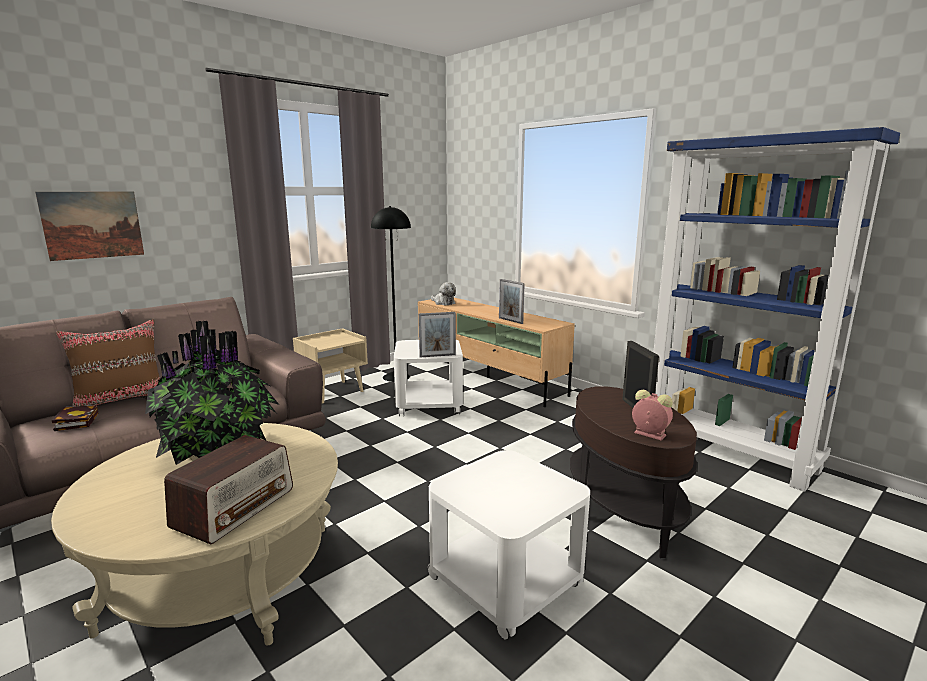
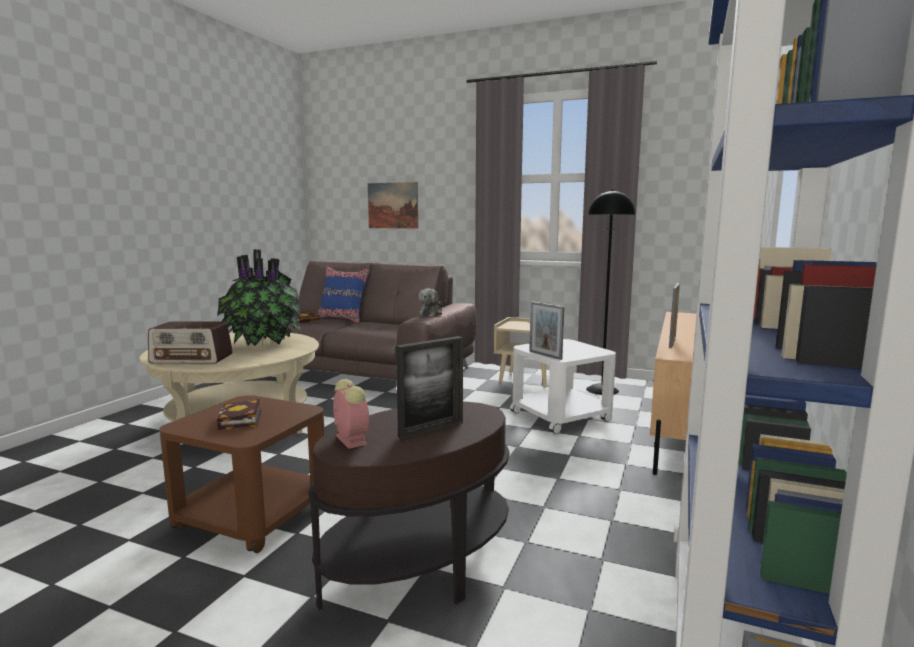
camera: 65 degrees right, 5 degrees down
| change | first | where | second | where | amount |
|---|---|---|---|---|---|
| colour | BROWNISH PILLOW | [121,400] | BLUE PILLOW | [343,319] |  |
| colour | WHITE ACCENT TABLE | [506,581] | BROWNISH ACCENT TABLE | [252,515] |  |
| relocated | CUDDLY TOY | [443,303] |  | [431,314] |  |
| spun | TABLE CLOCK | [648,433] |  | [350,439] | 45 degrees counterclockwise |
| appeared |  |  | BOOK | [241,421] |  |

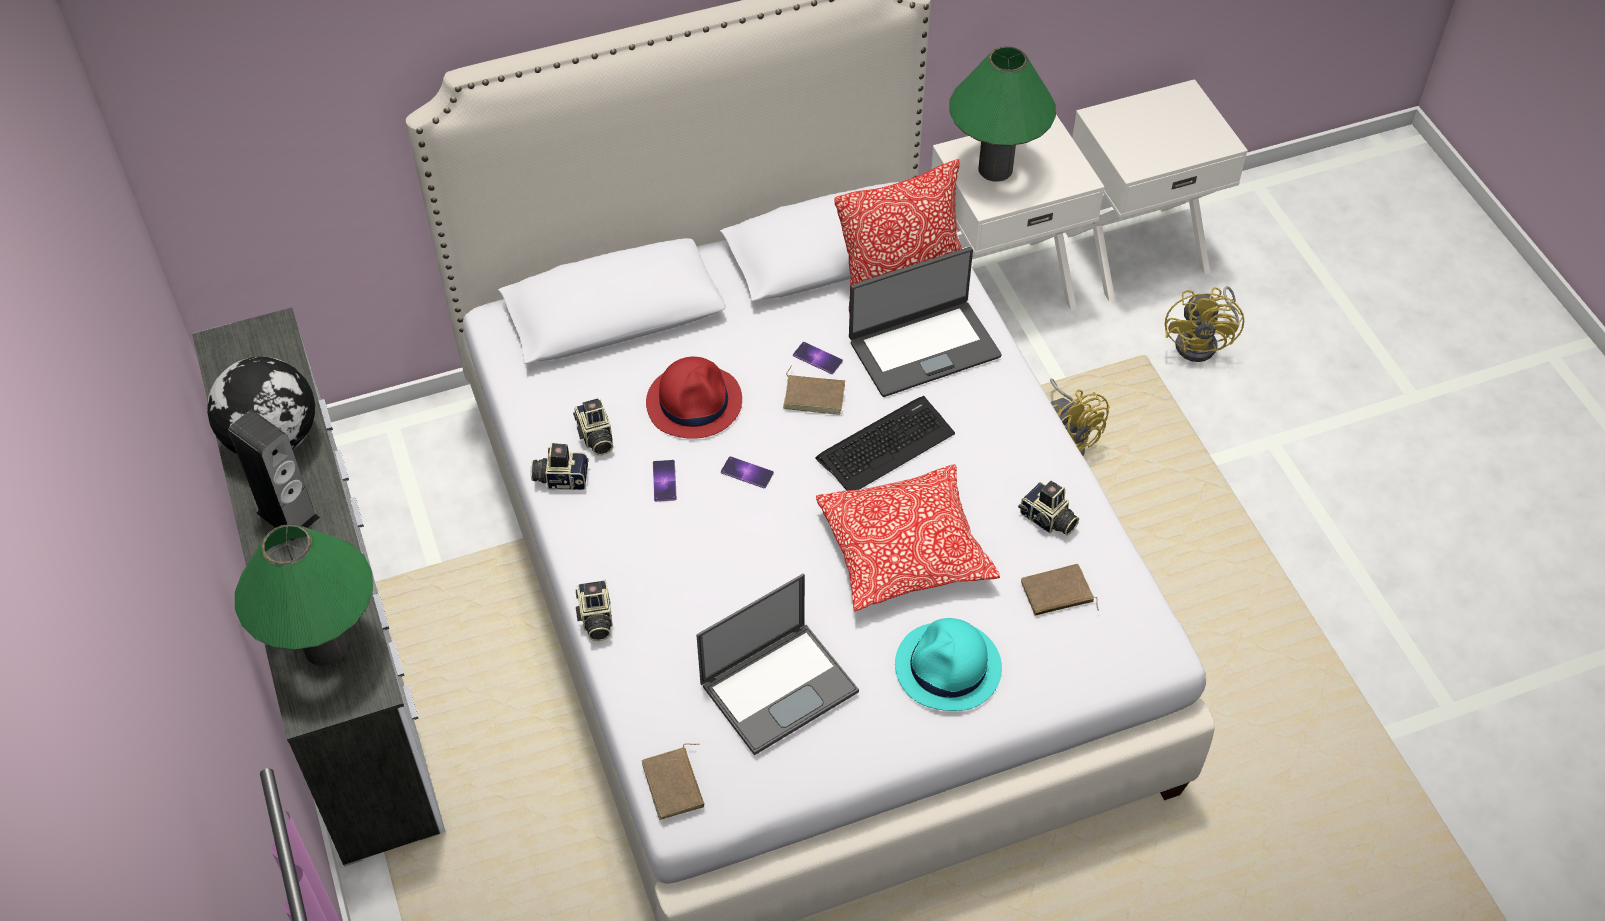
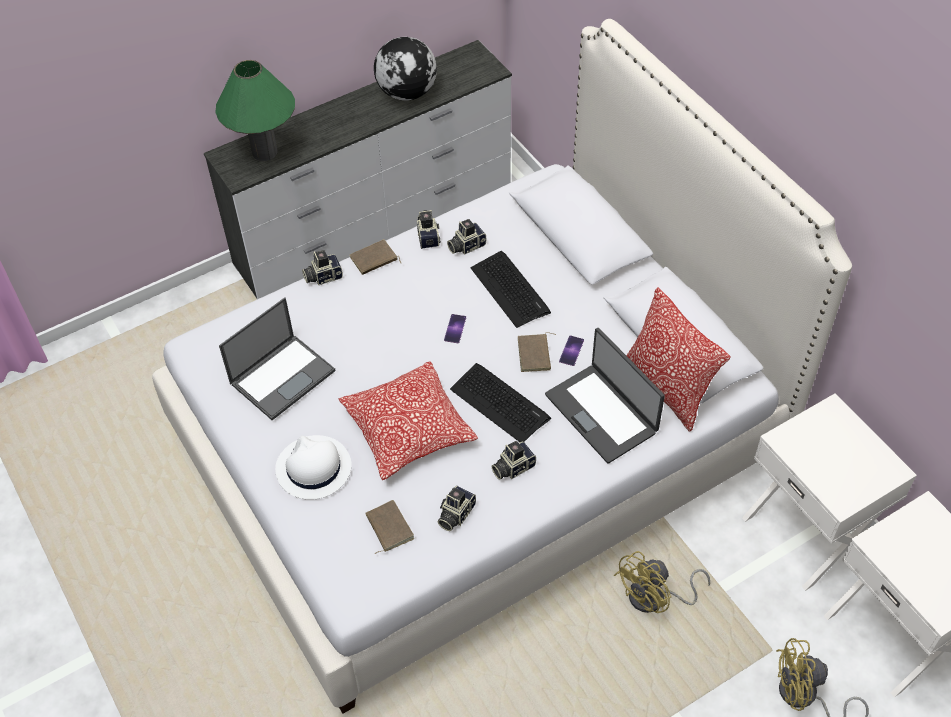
camera: 80 degrees right, 0 degrees up
| change | first | where | second | where | amount |
|---|---|---|---|---|---|
| missing | AUDIO SPEAKER | [288,515] |  |  |  |
| relocated | BROWNISH BOOK | [675,785] |  | [374,260] |  |
| exchanged | REDDISH WEARABLE HAT | [694,402] | COMPUTER KEYBOARD | [510,290] |  |
| missing | PHONE | [664,481] |  |  |  |
| spun | NOTEBOOK COMPUTER | [780,686] |  | [283,376] | 90 degrees counterclockwise |
| colour | BLUE-GREEN WEARABLE HAT | [948,668] | WHITE WEARABLE HAT | [313,468] |  |
| missing | GREEN-COLOURED LAMP FOR A TABLE | [995,169] |  |  |  |
| appeared |  |  | STILL CAMERA | [512,467] |  |

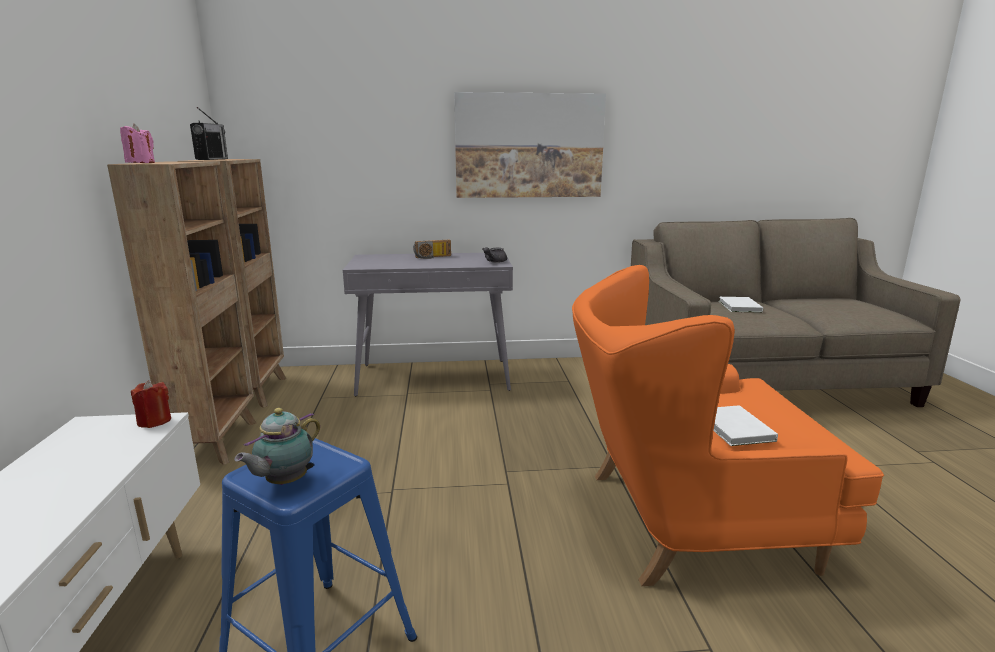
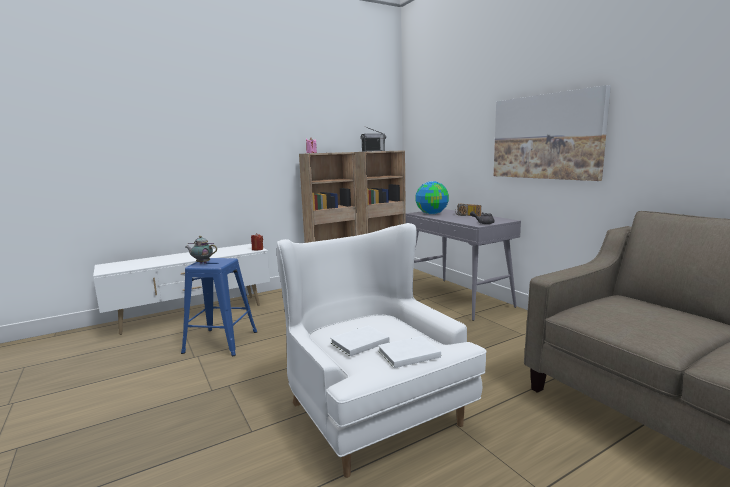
camera: 65 degrees right, 5 degrees down
| change | first | where | second | where | amount |
|---|---|---|---|---|---|
| colour | ORANGE EASY CHAIR | [688,519] | WHITE EASY CHAIR | [371,410] |  |
| relocated | WHITE BOOK | [739,307] |  | [407,354] |  |
| appeared |  |  | GLOBE | [432,213] |  |

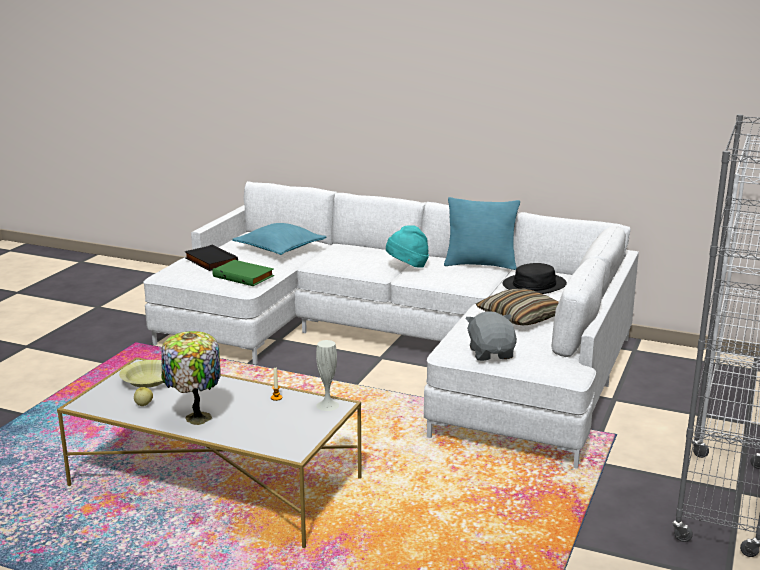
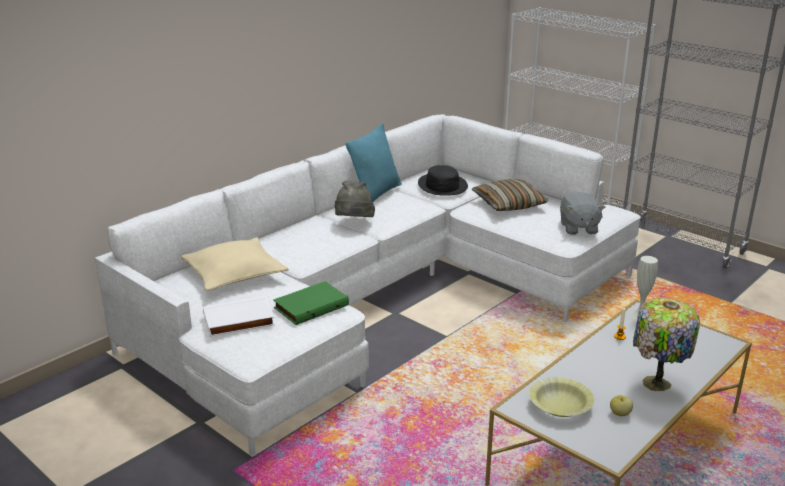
camera: 70 degrees left, 5 degrees up
| change | first | where | second | where | amount |
|---|---|---|---|---|---|
| colour | BLACKISH BOOK | [210,261] | WHITE BOOK | [238,321] |  |
| colour | BLUE-GREEN PILLOW | [280,248] | BEIGE-COLOURED PILLOW | [234,274] |  |
| colour | BLUE-GREEN WEARABLE HAT | [407,266] | GRAY WEARABLE HAT | [354,222] |  |
| spun | GRAY CUDDLY TOY | [491,353] |  | [578,228] | 105 degrees counterclockwise |

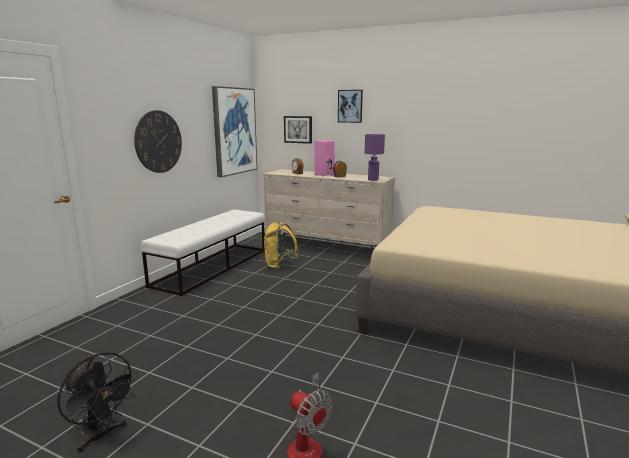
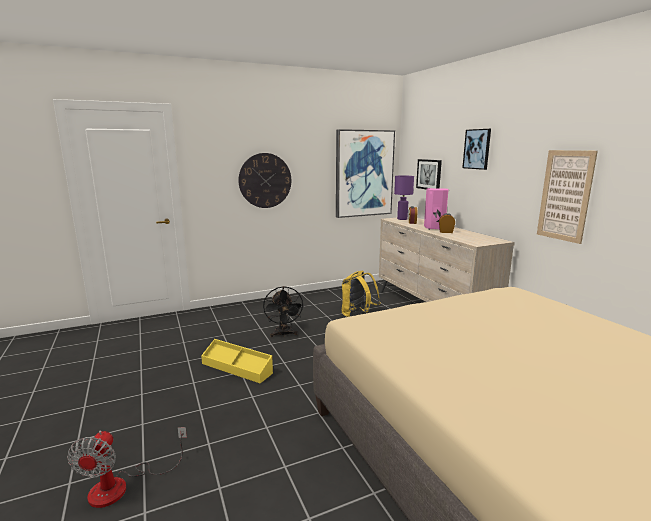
camera: 40 degrees right, 0 degrees up
| change | first | where | second | where | amount |
|---|---|---|---|---|---|
| relocated | BLACKISH COOLING FAN | [101,436] |  | [283,334] |  |
| missing | WHITE INDOOR BENCH | [212,267] |  |  |  |
| relocated | PURPLISH LAMP FOR A TABLE | [373,180] |  | [402,219] |  |
| appeared |  |  | YELLOW STORAGE BOX | [237,368] |  |
| appeared |  |  | PICTURE | [565,195] |  |

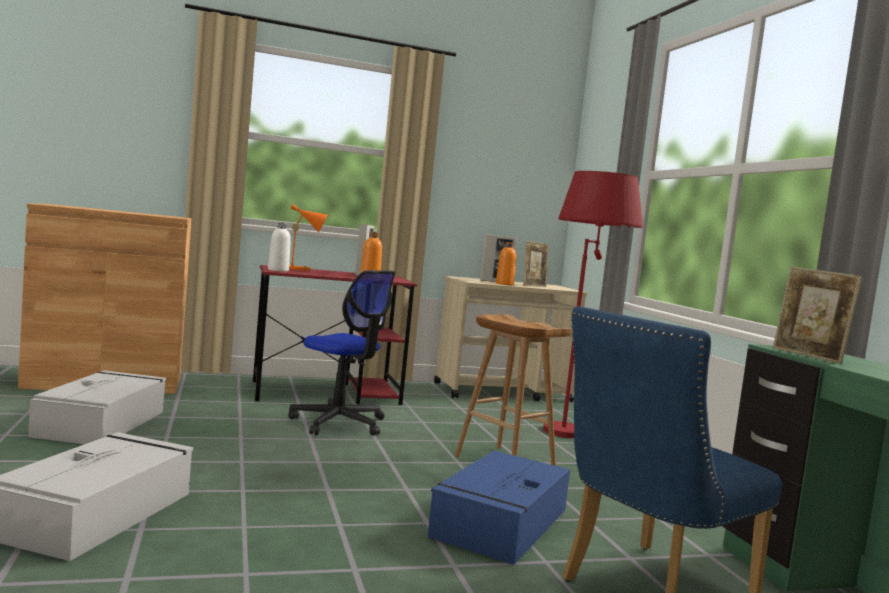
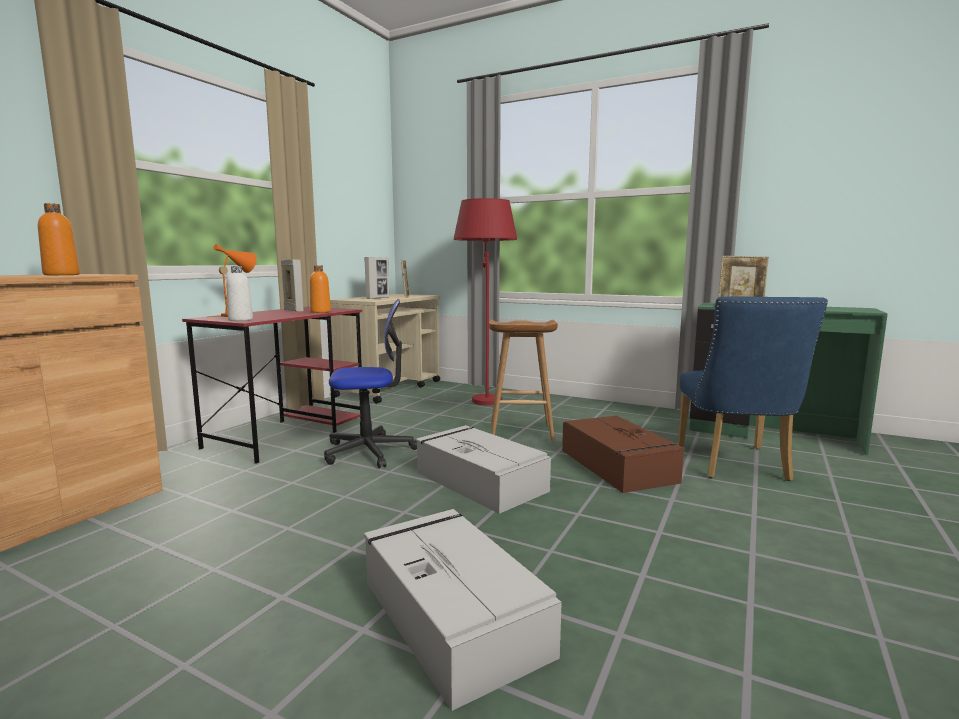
camera: 45 degrees left, 5 degrees up
| change | first | where | second | where | amount |
|---|---|---|---|---|---|
| relocated | GRAY STORAGE BOX | [102,423] |  | [479,481] |  |
| colour | BLUE STORAGE BOX | [500,523] | BROWNISH STORAGE BOX | [618,466] |  |
| relocated | ORANGE DRINK BOTTLE | [504,284] |  | [61,275] |  |

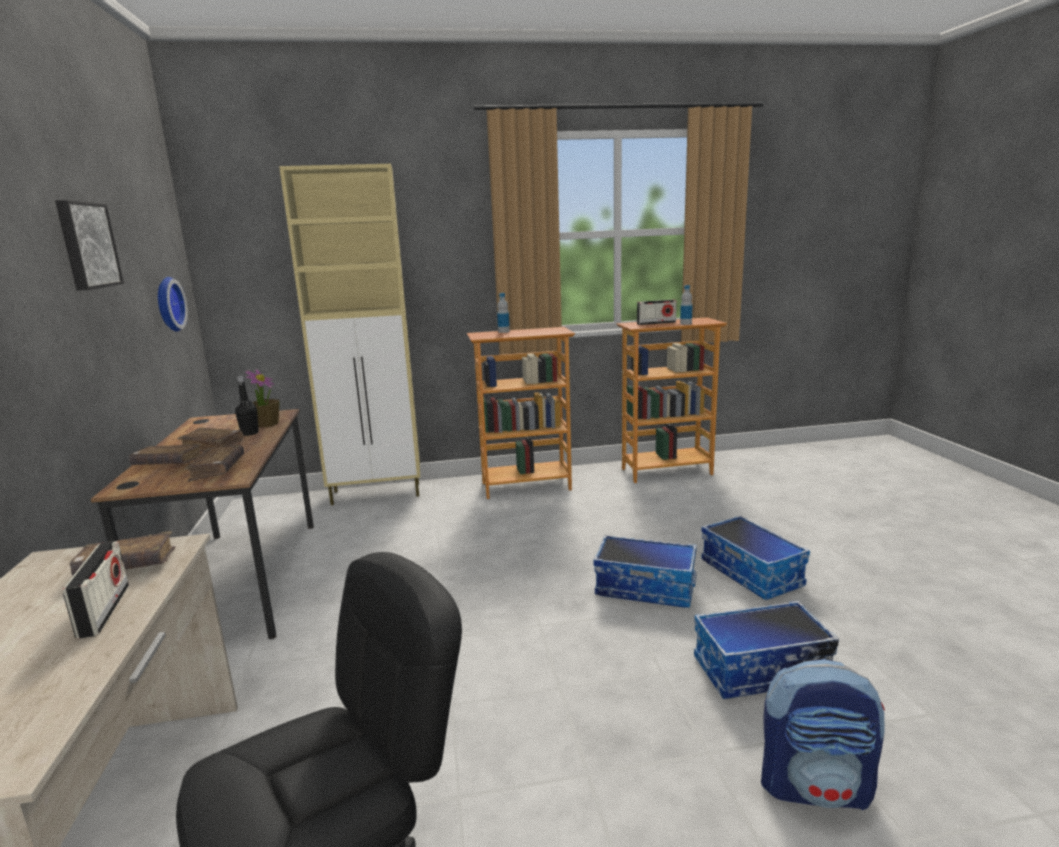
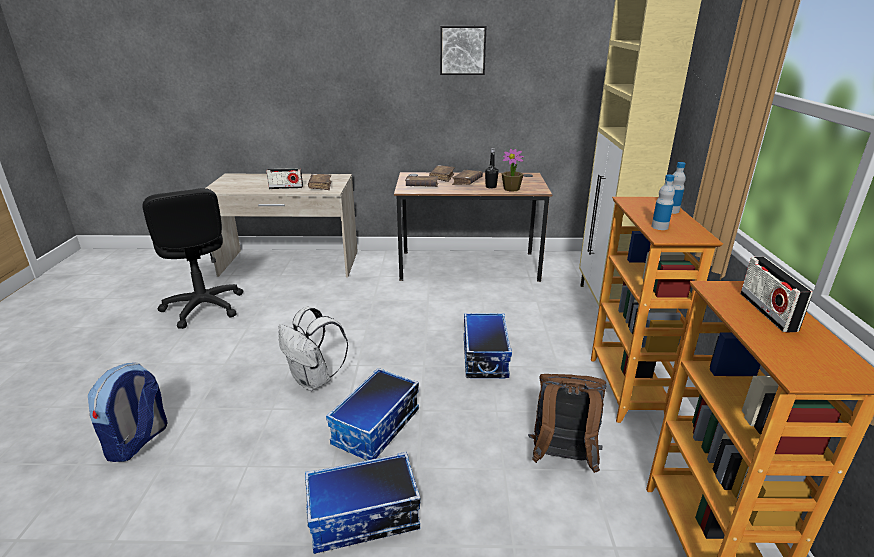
camera: 100 degrees right, 10 degrees up
| change | first | where | second | where | amount |
|---|---|---|---|---|---|
| missing | HANGING CLOCK | [167,304] |  |  |  |
| relocated | DRINK BOTTLE | [685,324] |  | [659,227] |  |
| relocated | STORAGE BOX | [760,671] |  | [484,357] |  |
| appeared |  |  | WHITE BACKPACK | [314,380] |  |
| appeared |  |  | BROWNISH BACKPACK | [562,459] |  |

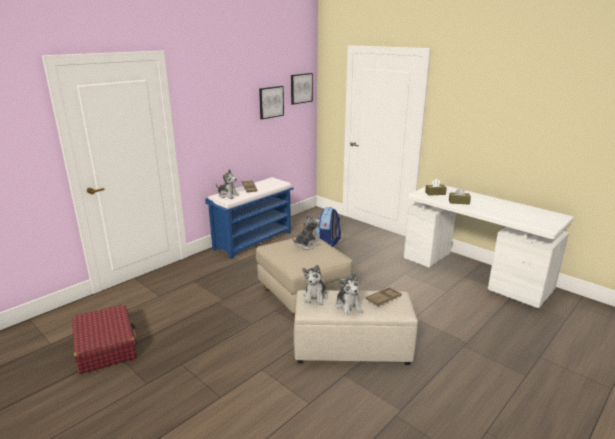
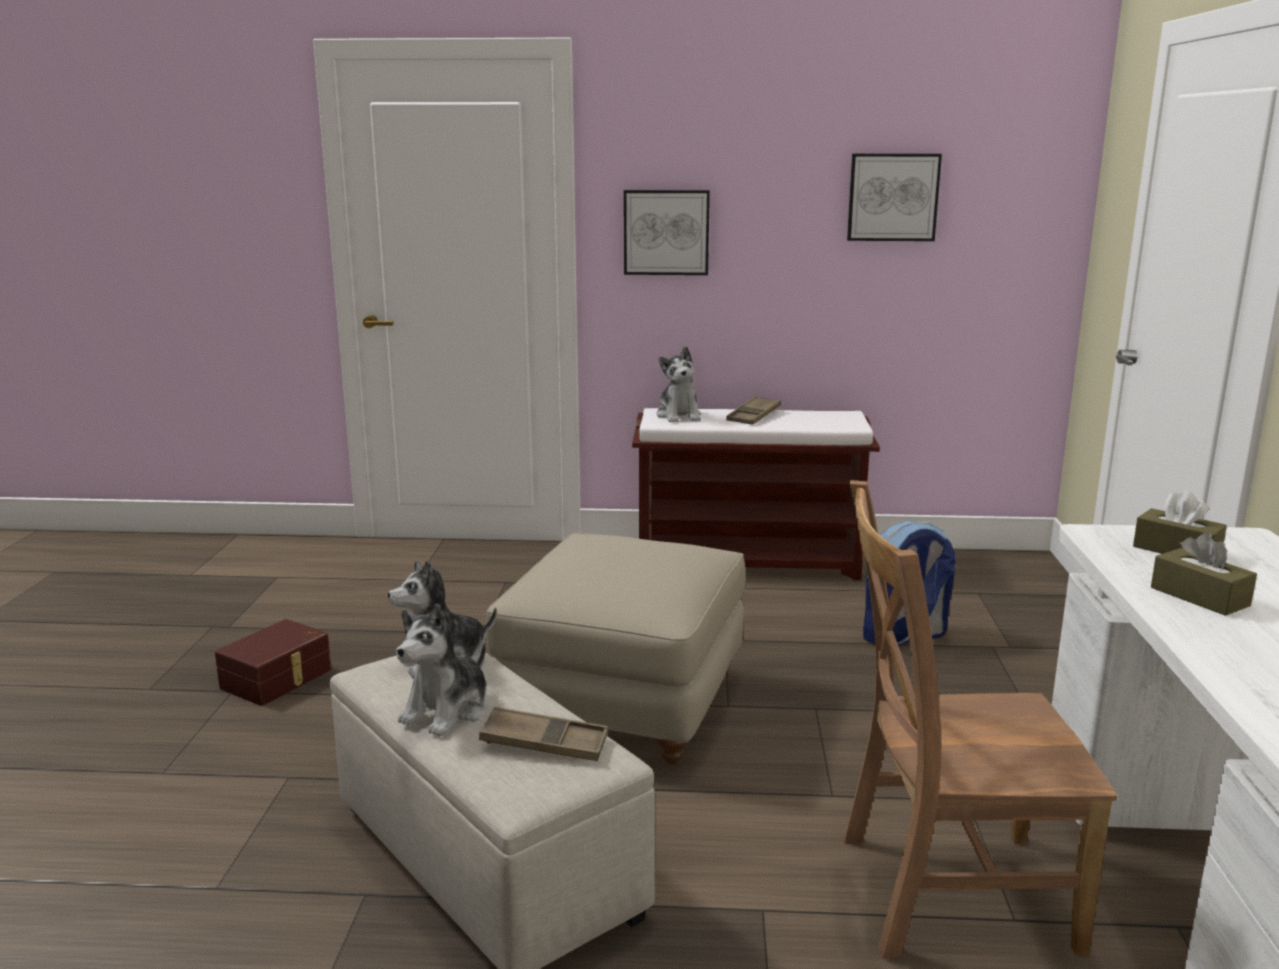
camera: 50 degrees right, 5 degrees down
| change | first | where | second | where | amount |
|---|---|---|---|---|---|
| missing | REDDISH PIECE OF LUGGAGE | [106,346] |  |  |  |
| colour | BLUE INDOOR BENCH | [253,240] | BROWNISH INDOOR BENCH | [750,562] |  |
| relocated | PICTURE | [301,88] |  | [666,232] |  |
| missing | CUDDLY TOY | [306,245] |  |  |  |
| appeared |  |  | BROWNISH STORAGE BOX | [278,679] |  |
| appeared |  |  | BROWNISH PLAIN CHAIR | [945,891] |  |

